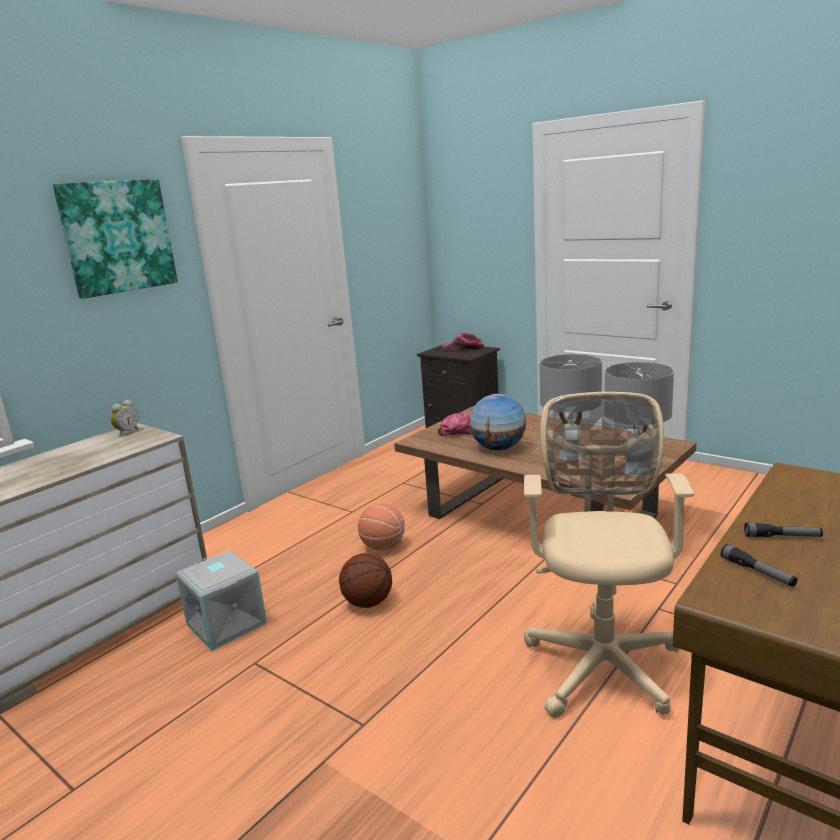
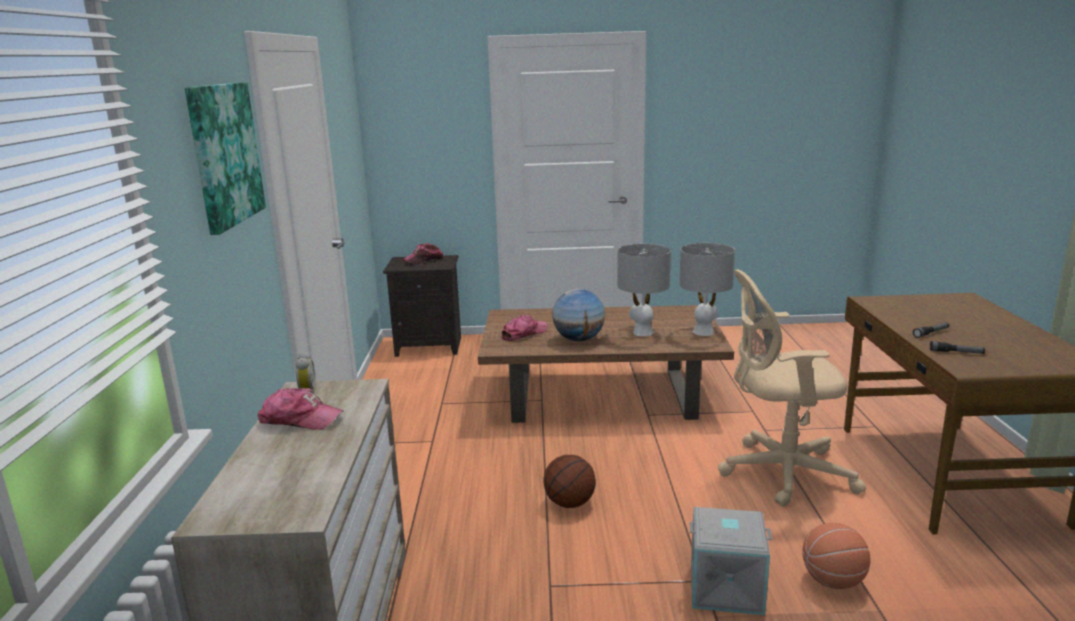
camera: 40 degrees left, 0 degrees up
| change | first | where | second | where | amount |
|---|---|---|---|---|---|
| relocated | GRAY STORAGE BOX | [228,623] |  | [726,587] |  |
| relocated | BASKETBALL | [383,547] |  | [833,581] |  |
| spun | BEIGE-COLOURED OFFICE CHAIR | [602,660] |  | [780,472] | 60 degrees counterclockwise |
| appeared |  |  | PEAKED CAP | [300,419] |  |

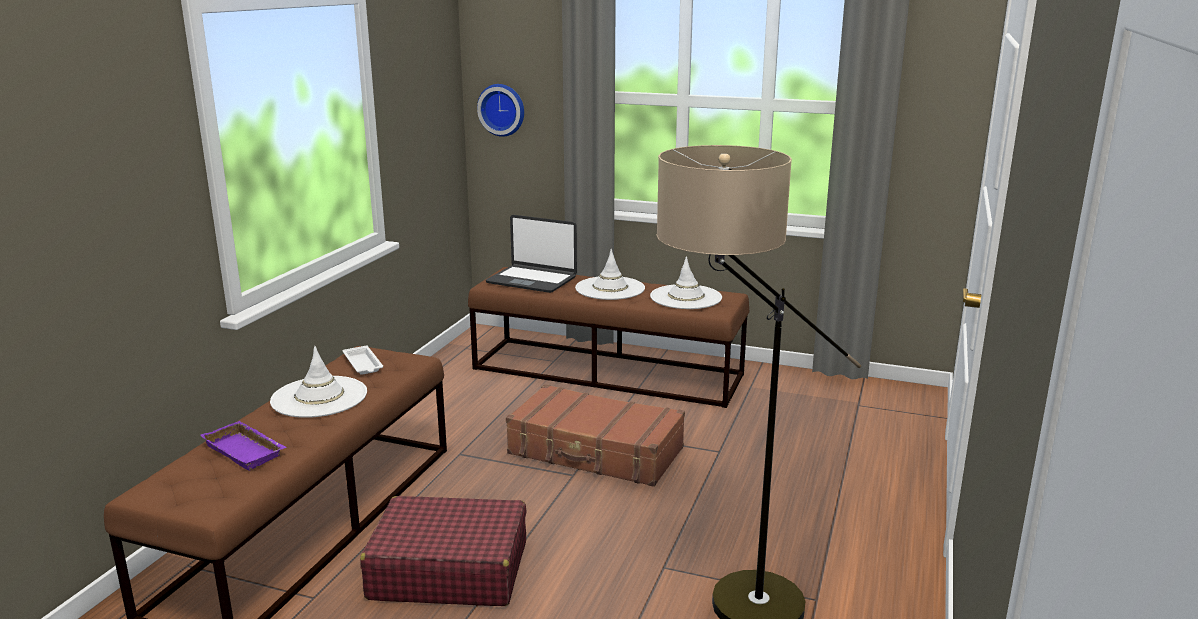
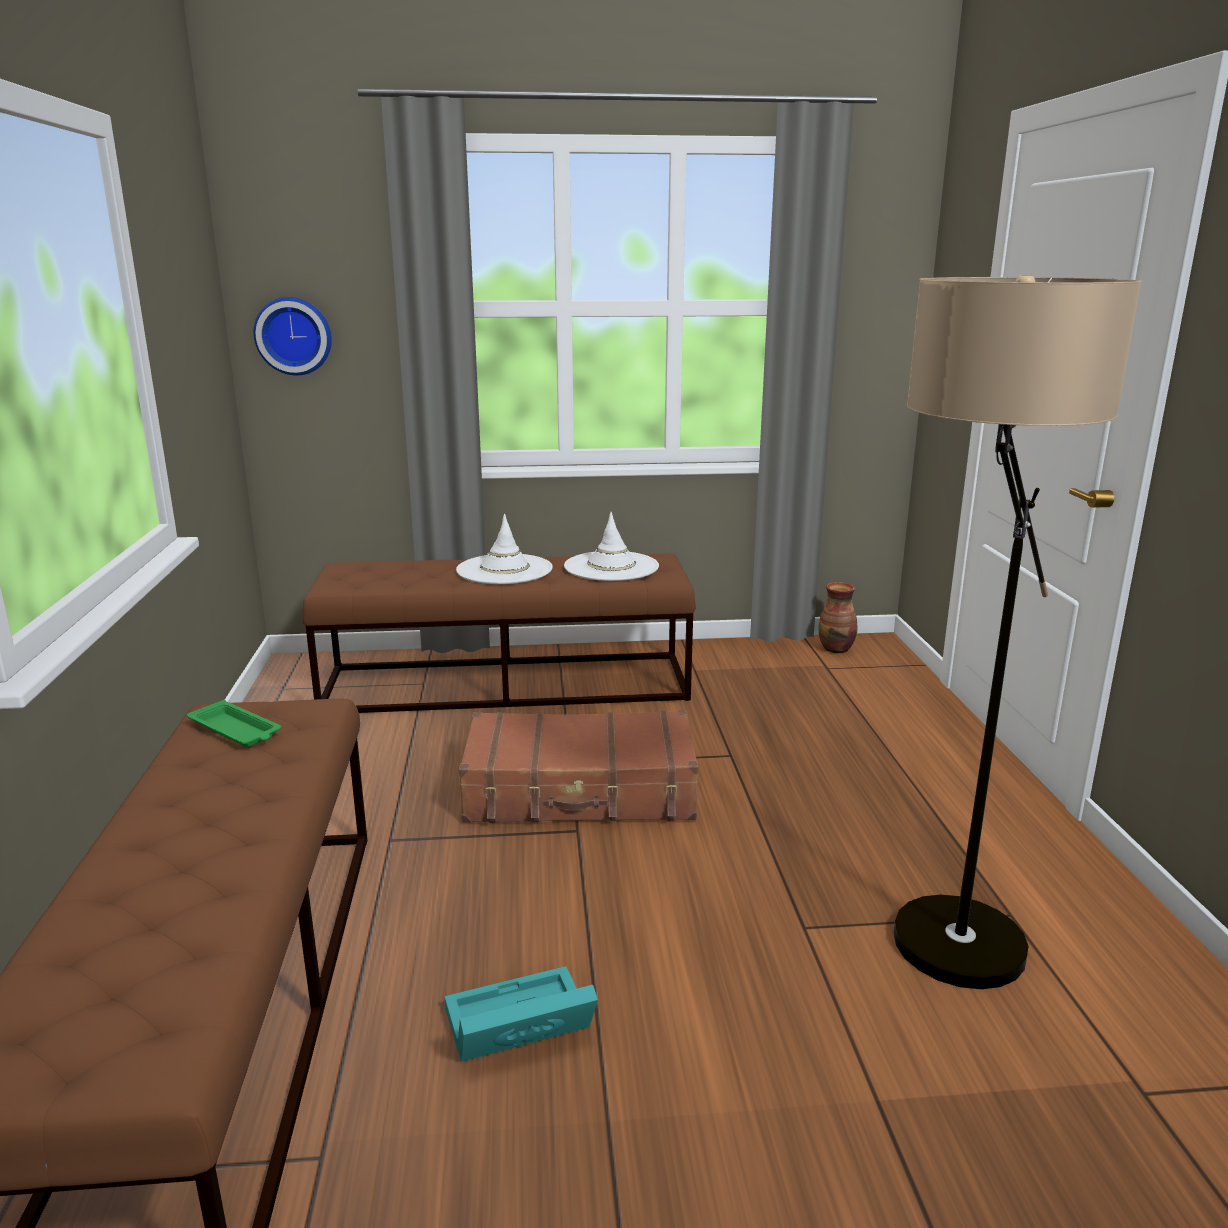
camera: 25 degrees left, 0 degrees up
| change | first | where | second | where | amount |
|---|---|---|---|---|---|
| missing | PURPLISH TRAY | [247,450] |  |  |  |
| missing | WHITE WEARABLE HAT | [319,397] |  |  |  |
| colour | WHITE TRAY | [363,364] | GREEN-COLOURED TRAY | [236,730] |  |
| exchanged | REDDISH PIECE OF LUGGAGE | [448,570] | BLUE-GREEN STORAGE BOX | [516,1028] |  |
| missing | NOTEBOOK COMPUTER | [532,280] |  |  |  |
| appeared |  |  | VASE | [836,649] |  |

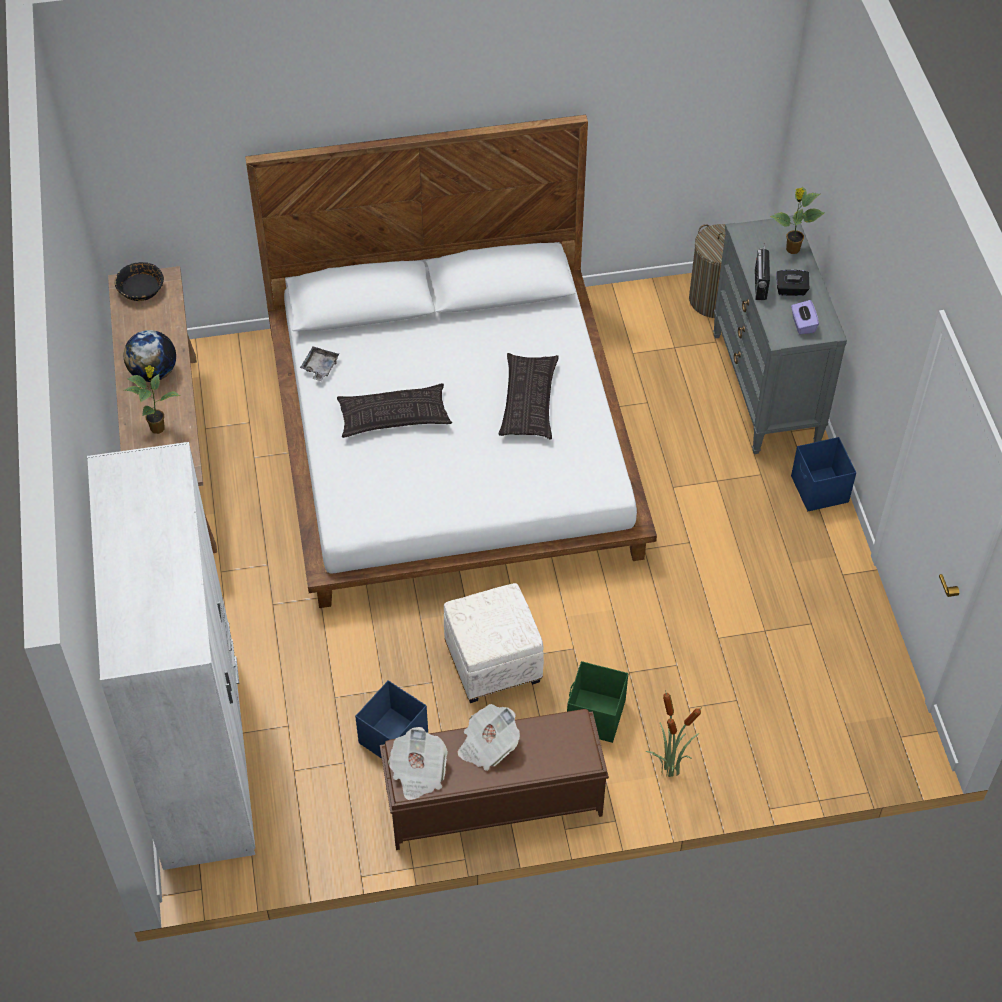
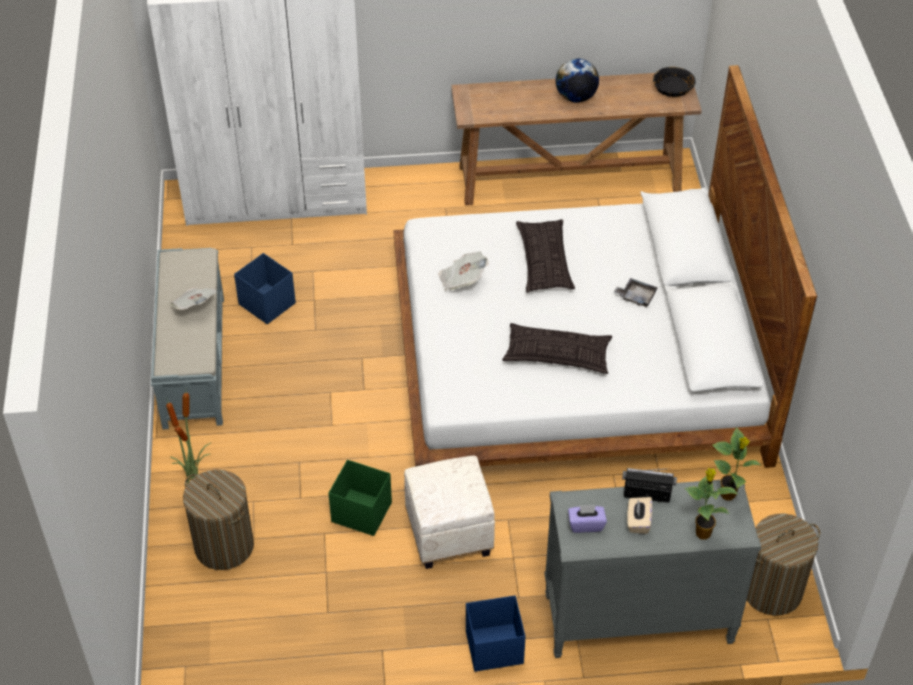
camera: 95 degrees right, 5 degrees down
| change | first | where | second | where | amount |
|---|---|---|---|---|---|
| relocated | HOUSEPLANT | [158,427] |  | [728,495] |  |
| relocated | GRAY TRAY | [320,367] |  | [636,296] |  |
| colour | BROWNISH INDOOR BENCH | [492,802] | GRAY INDOOR BENCH | [194,360] |  |
| relocated | DAILY PAPER | [418,772] |  | [462,280] |  |
| relocated | WHITE OTTOMAN | [492,666] |  | [448,533] |  |
| relocated | GREEN-COLOURED STORAGE BOX | [595,716] |  | [361,512] |  |
| colour | BLACKISH BOX OF TISSUES | [791,290] | BEIGE-COLOURED BOX OF TISSUES | [638,522] |  |
| appeared |  |  | WASHING BASKET | [224,546] |  |

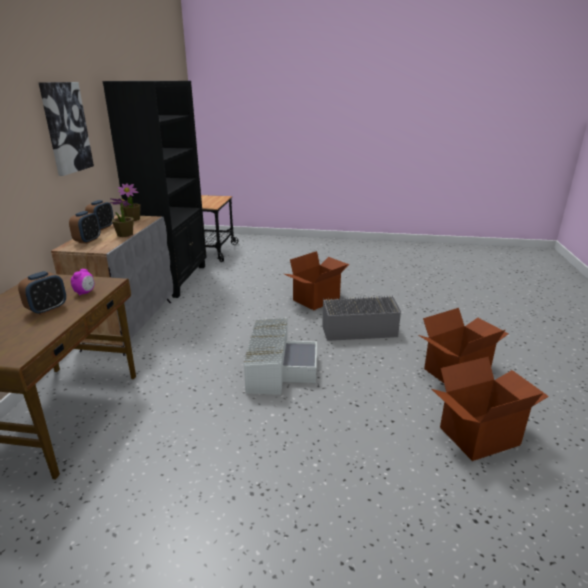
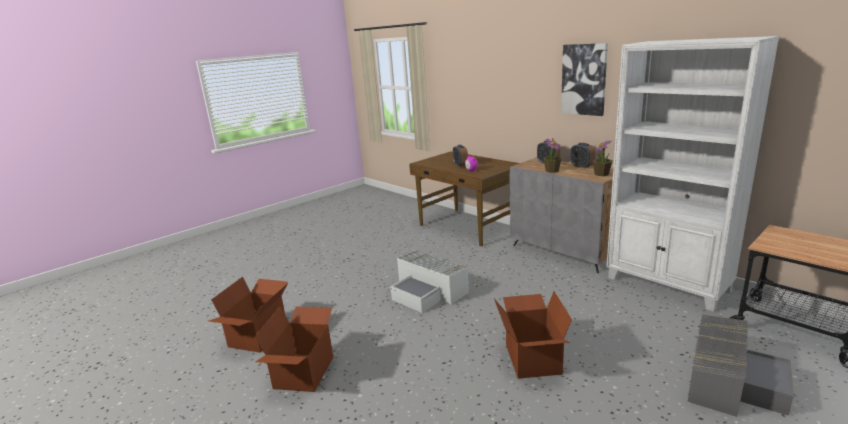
camera: 130 degrees right, 5 degrees down
| change | first | where | second | where | amount |
|---|---|---|---|---|---|
| colour | BLACKISH SHELVING UNIT | [175,279] | WHITE SHELVING UNIT | [668,284] |  |
| relocated | GRAY STORAGE BOX | [355,327] |  | [730,380] |  |

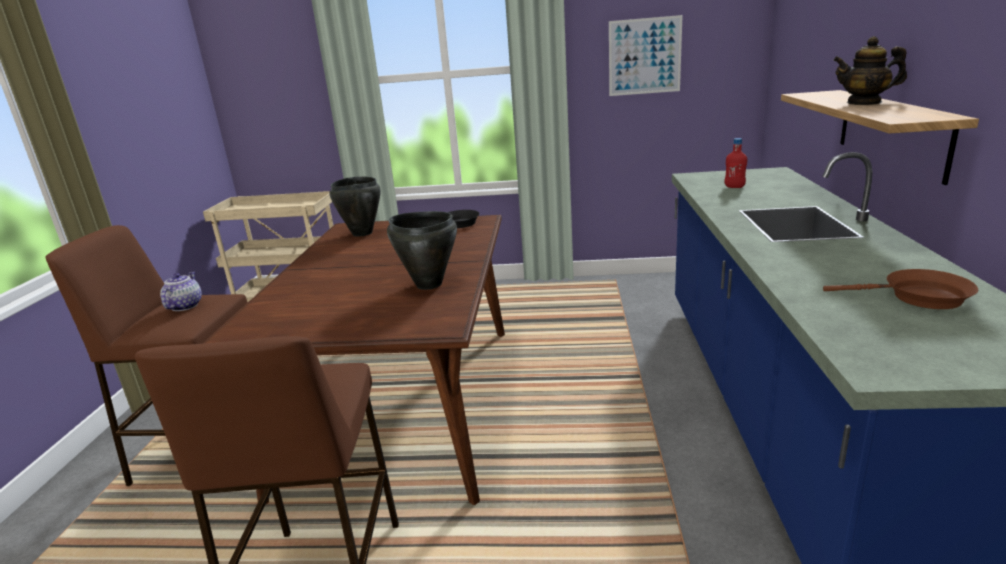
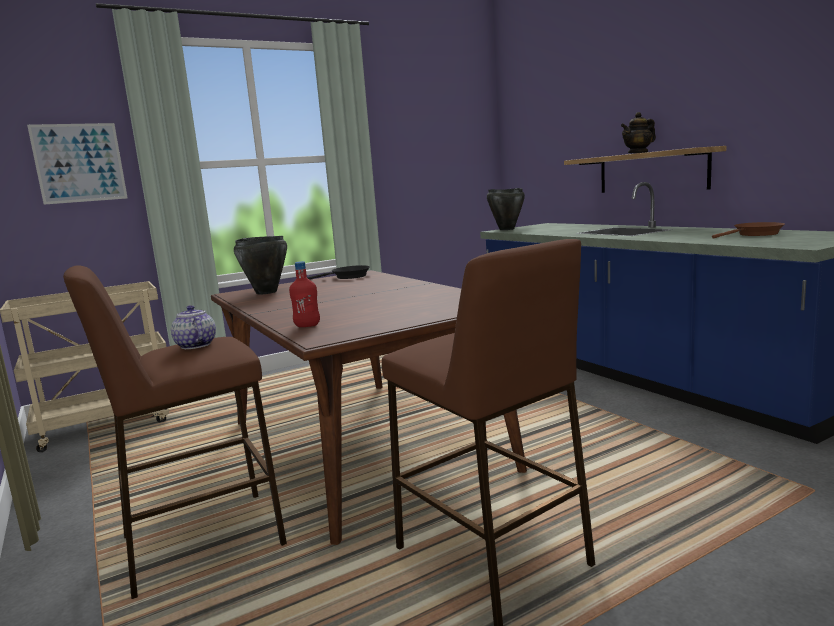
camera: 35 degrees left, 10 degrees down
| change | first | where | second | where | amount |
|---|---|---|---|---|---|
| relocated | BLACKISH COOKING POT | [428,284] |  | [506,229] |  |
| relocated | PICTURE | [644,56] |  | [79,163] |  |
| relocated | REDDISH DRINK BOTTLE | [734,187] |  | [307,325] |  |

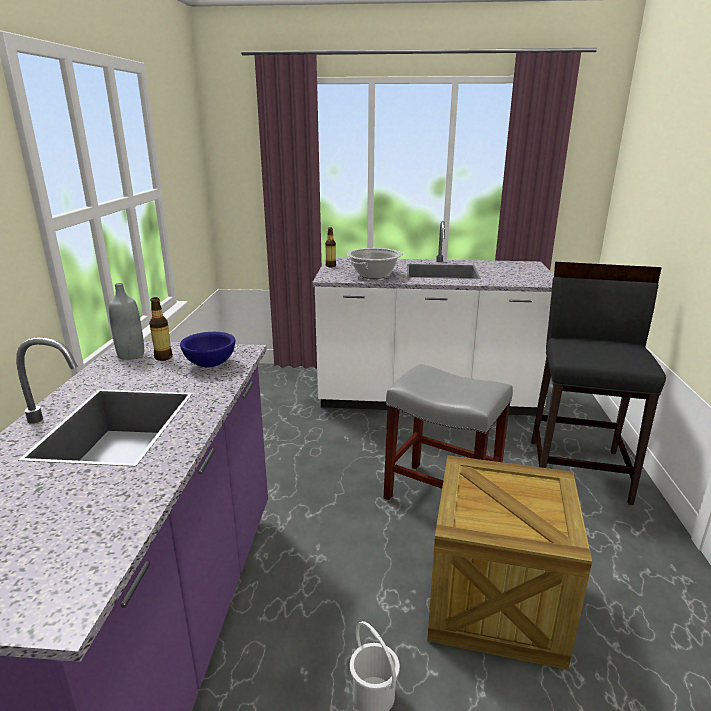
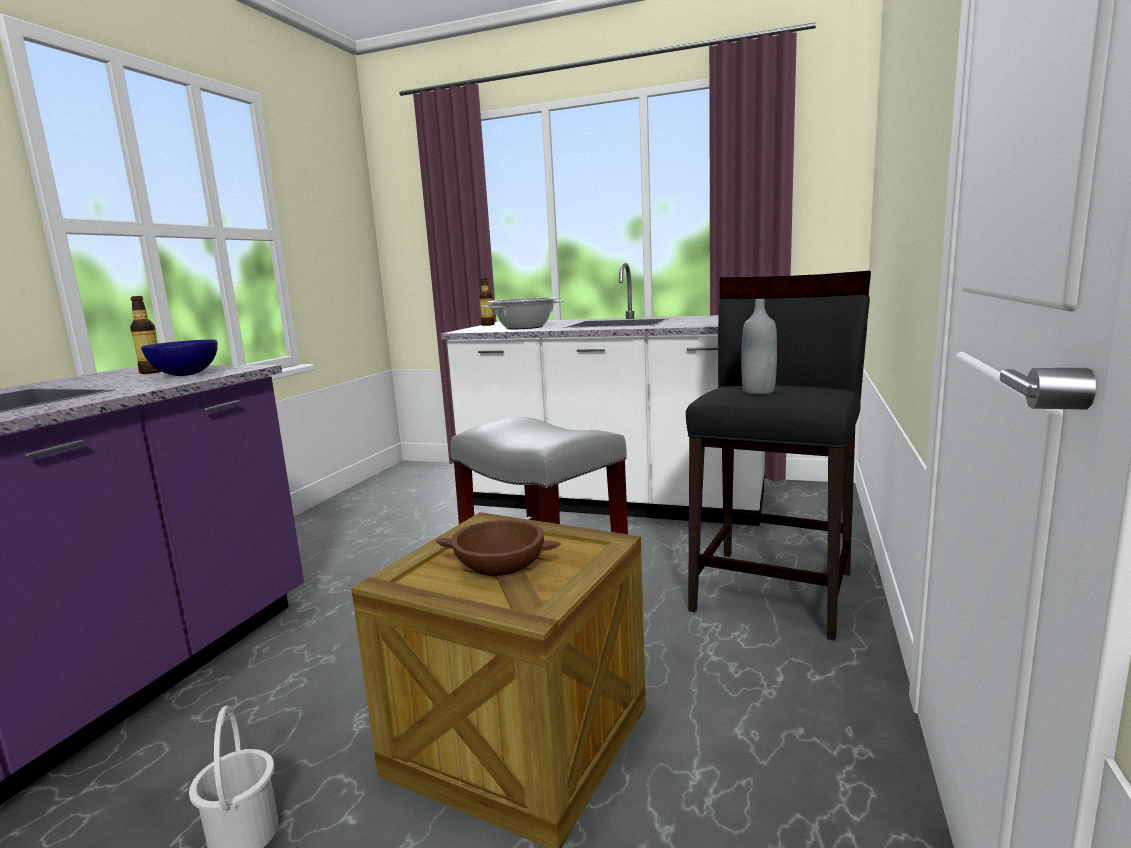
camera: 15 degrees right, 10 degrees down
| change | first | where | second | where | amount |
|---|---|---|---|---|---|
| relocated | GRAY DRINK BOTTLE | [131,355] |  | [758,391] |  |
| appeared |  |  | BROWNISH BOWL | [500,565] |  |

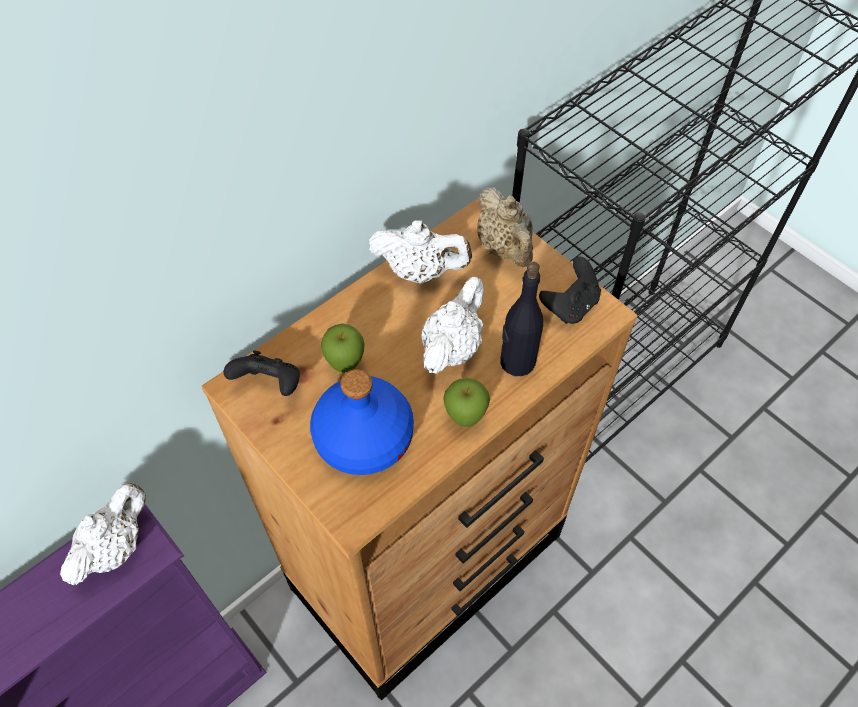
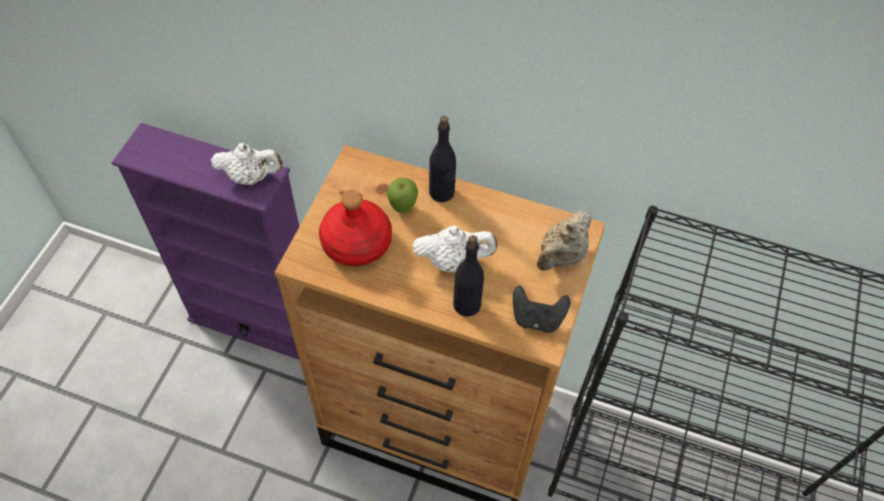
camera: 60 degrees right, 0 degrees up
| change | first | where | second | where | amount |
|---|---|---|---|---|---|
| missing | BLACKISH GAMEPAD | [270,384] |  |  |  |
| colour | BLUE DRINK BOTTLE | [362,436] | REDDISH DRINK BOTTLE | [356,242] |  |
| missing | WHITE TEAPOT | [420,271] |  |  |  |
| missing | APPLE FRUIT | [465,419] |  |  |  |
| appeared |  |  | BLACKISH DRINK BOTTLE | [442,192] |  |

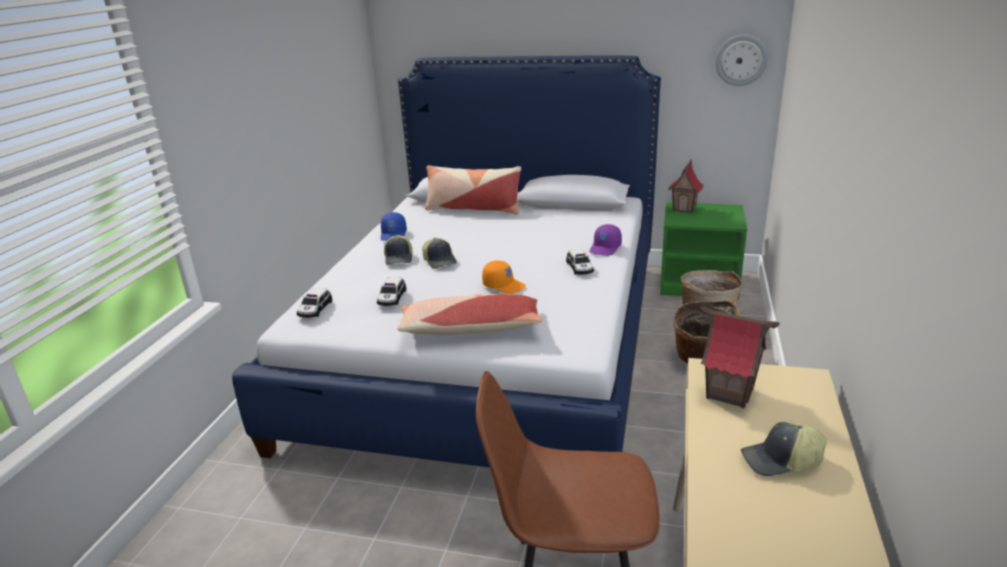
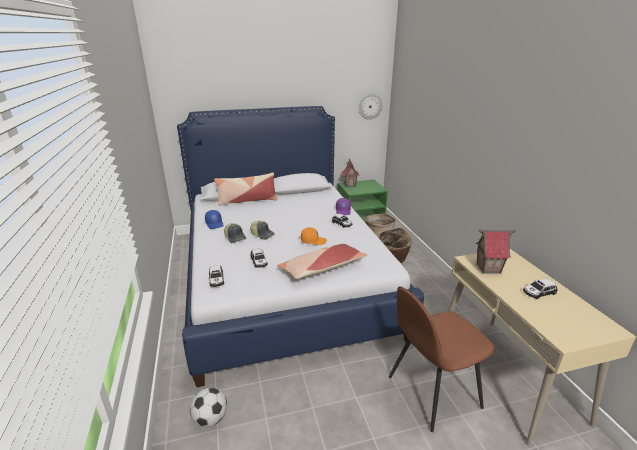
camera: 30 degrees left, 0 degrees up
| change | first | where | second | where | amount |
|---|---|---|---|---|---|
| exchanged | PEAKED CAP | [781,461] | MINIATURE CAR | [538,292] |  |
| appeared |  |  | FOOTBALL | [210,419] |  |

